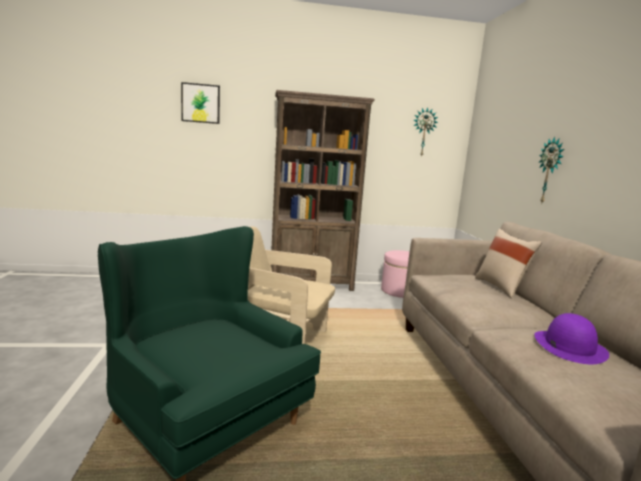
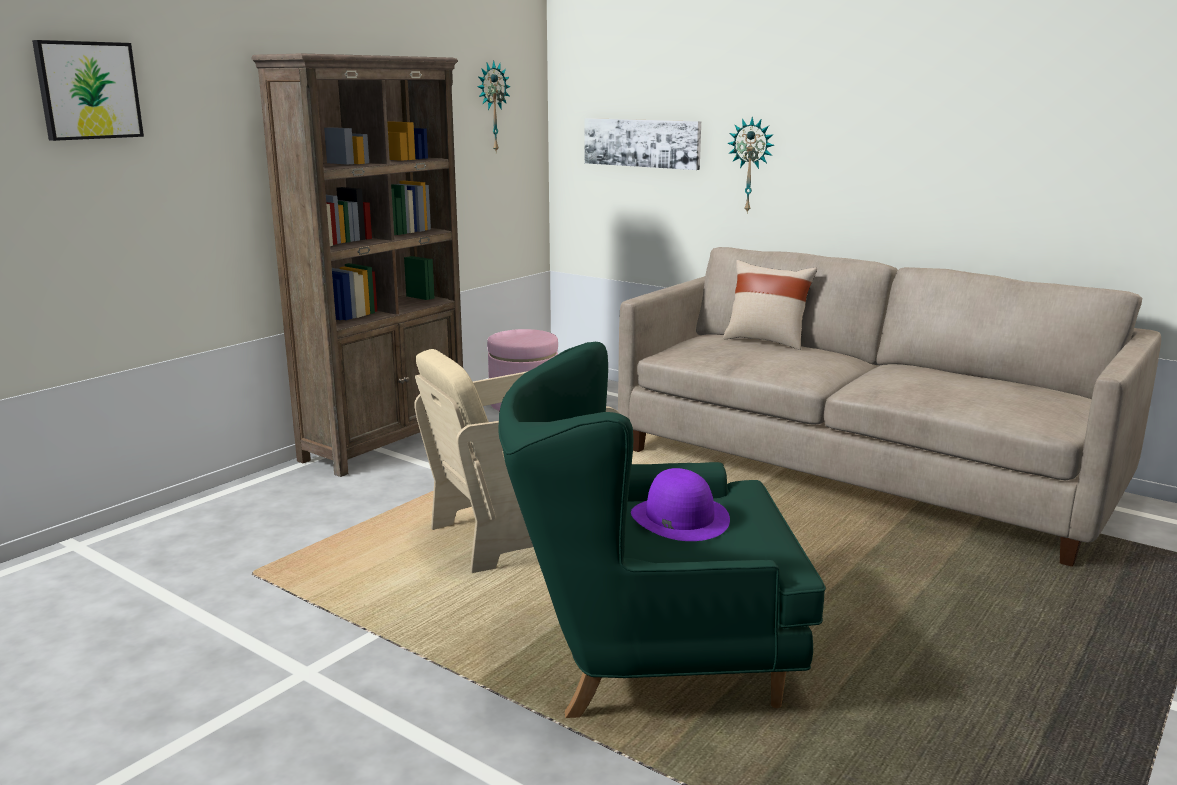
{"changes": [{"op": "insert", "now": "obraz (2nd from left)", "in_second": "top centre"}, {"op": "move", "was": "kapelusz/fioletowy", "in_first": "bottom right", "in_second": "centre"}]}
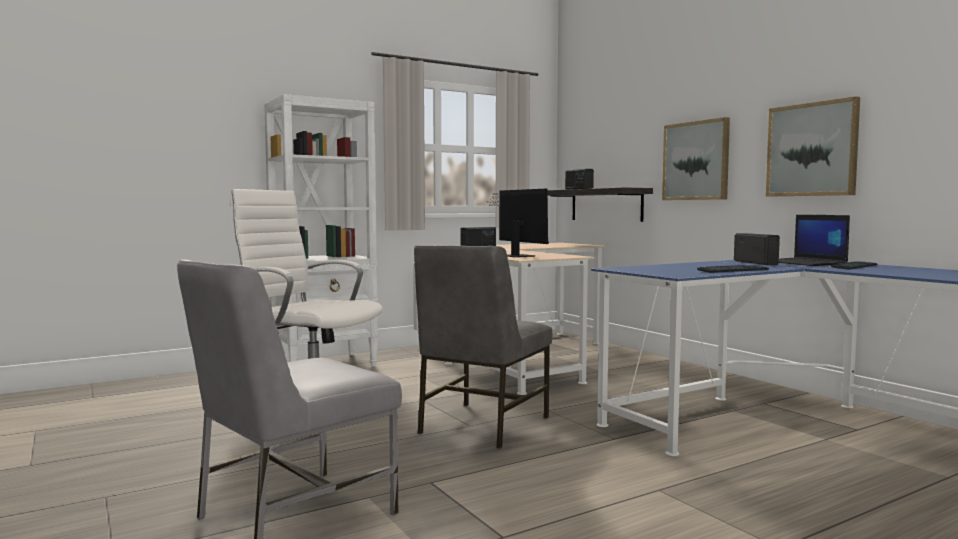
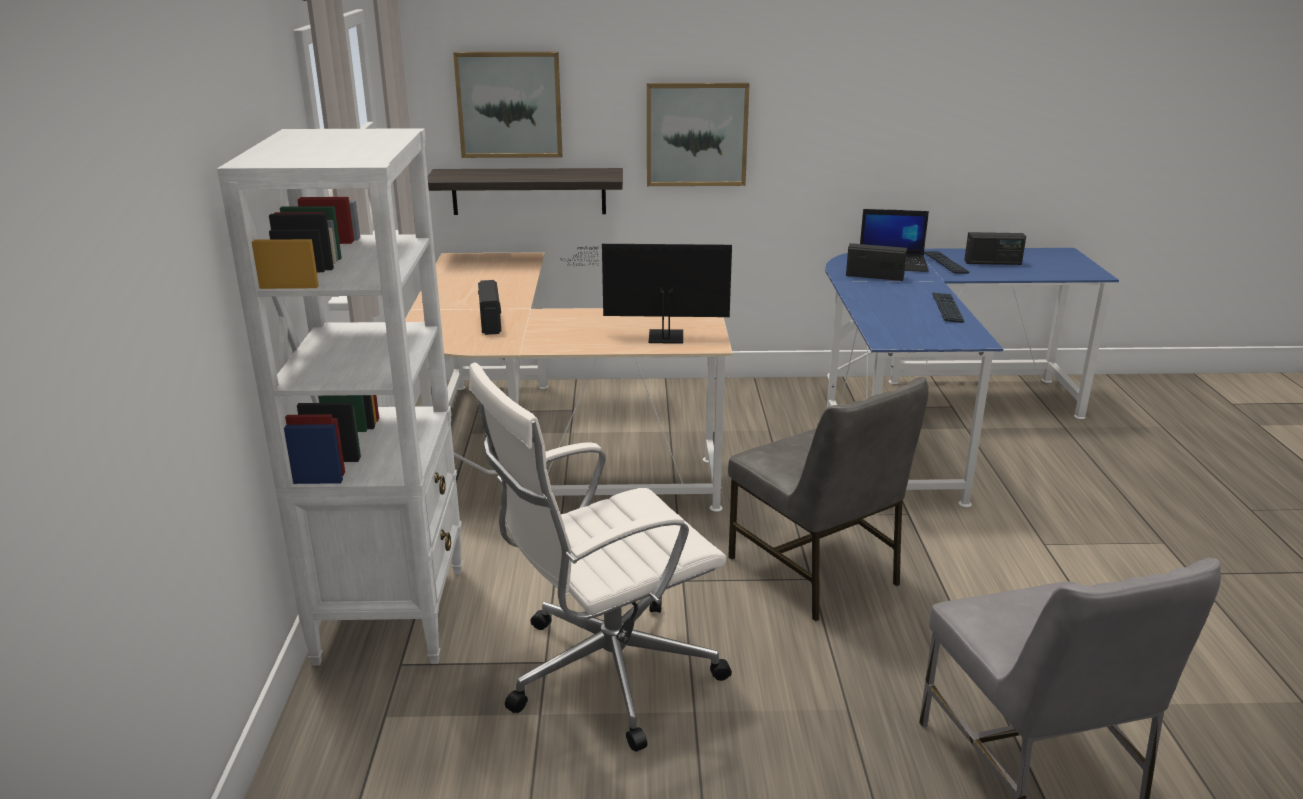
{"changes": [{"op": "move", "was": "obraz (2nd from left in the first image)", "now": "obraz (1st from left)", "in_first": "top right", "in_second": "top centre"}, {"op": "move", "was": "radio (2nd from left in the first image)", "now": "radio (3rd from left)", "in_first": "top centre", "in_second": "top right"}]}
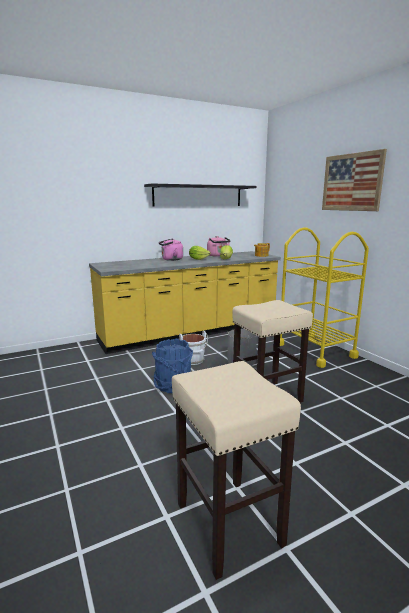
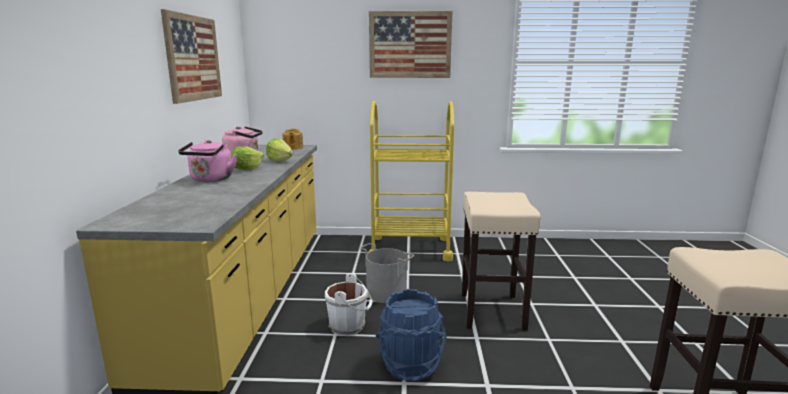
{"changes": [{"op": "replace", "was": "półka/czarny", "now": "obraz (1st from left)", "in_first": "top centre", "in_second": "top left"}]}
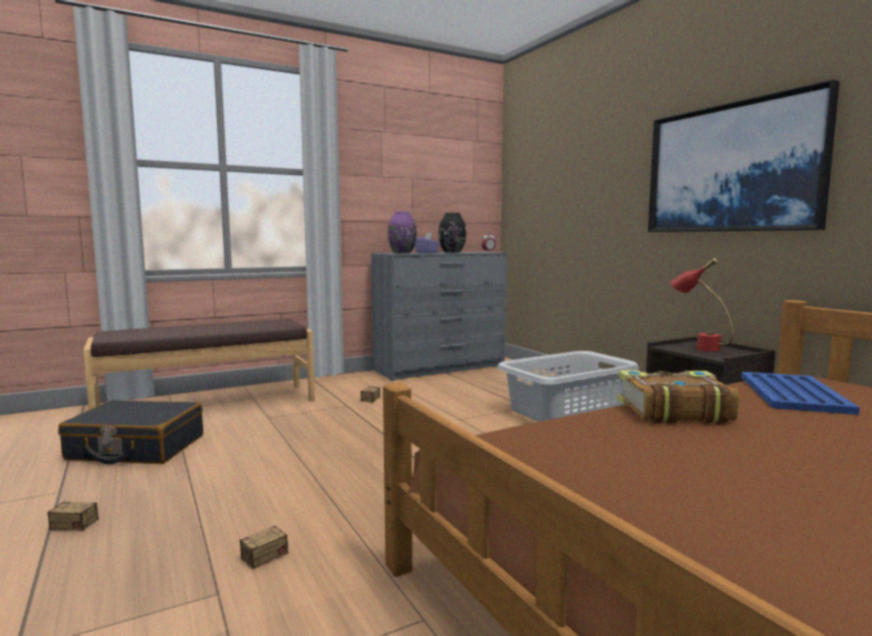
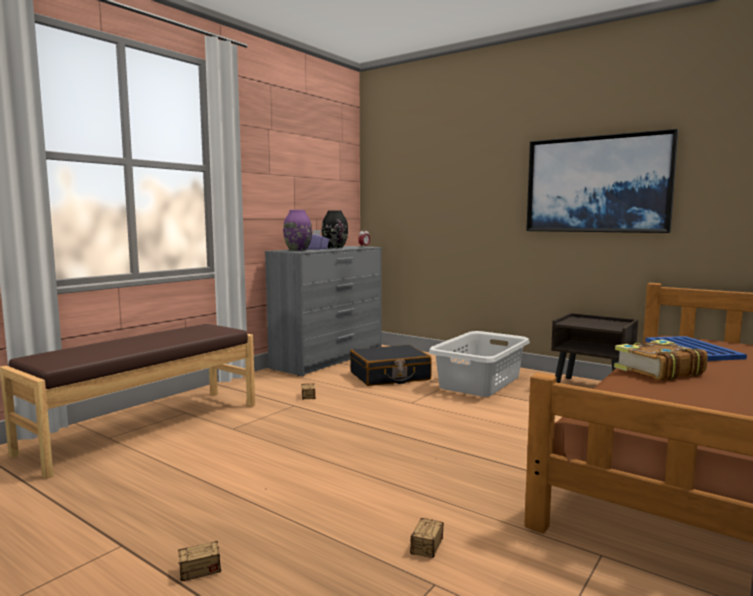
{"changes": [{"op": "move", "was": "walizka/czarny", "in_first": "bottom left", "in_second": "centre"}, {"op": "delete", "was": "lampa stołowa/czerwony", "in_first": "middle right"}]}
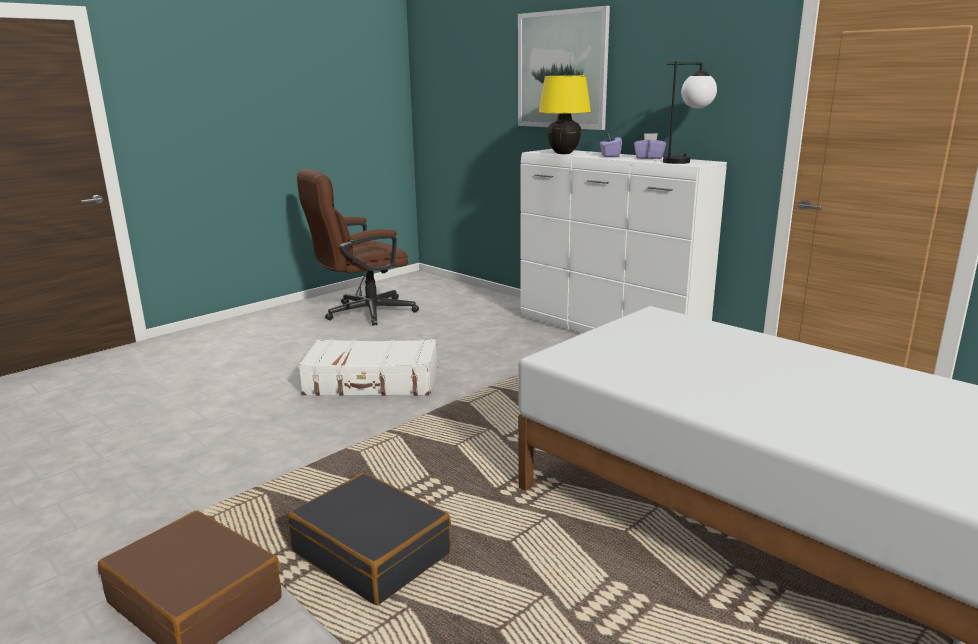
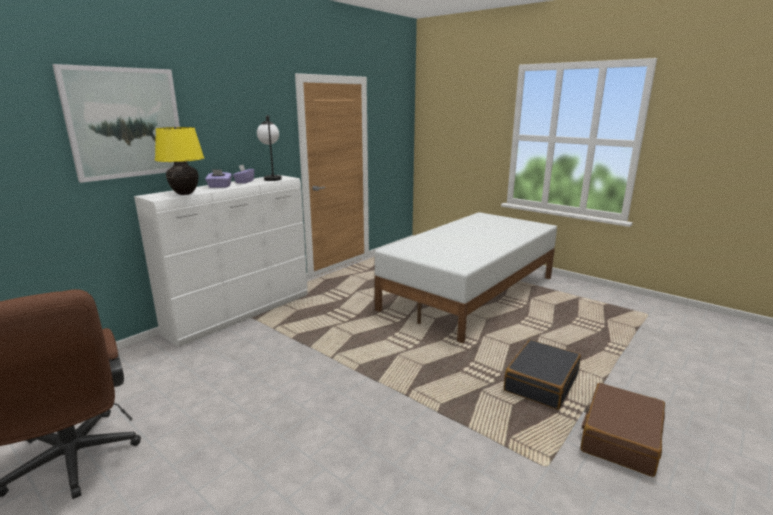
{"changes": [{"op": "delete", "was": "walizka/biały", "in_first": "centre"}]}
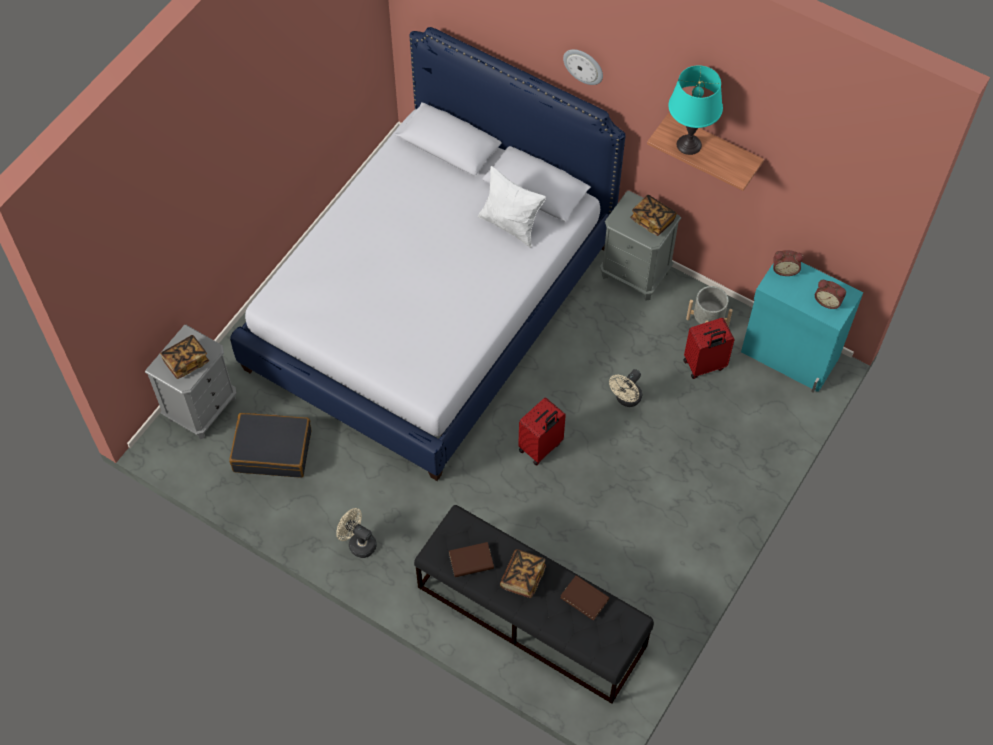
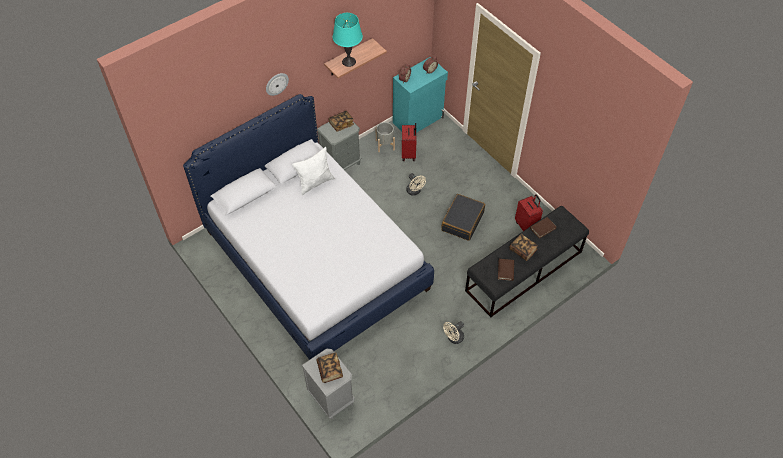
{"changes": [{"op": "move", "was": "walizka/czarny", "in_first": "middle left", "in_second": "centre"}, {"op": "move", "was": "walizka/czerwony (1st from left in the first image)", "now": "walizka/czerwony (2nd from left)", "in_first": "centre", "in_second": "middle right"}]}
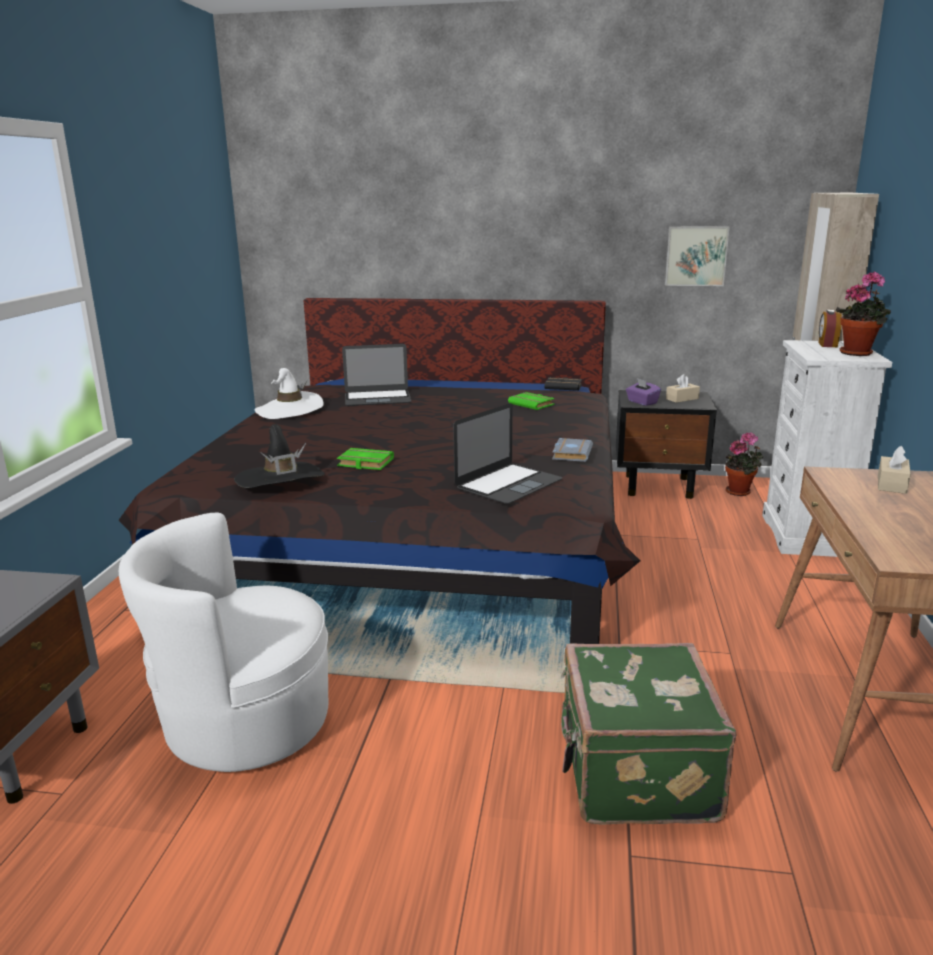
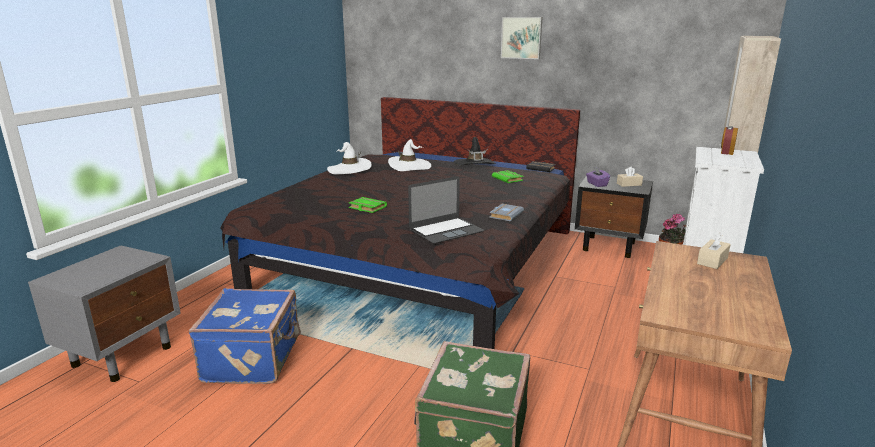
{"changes": [{"op": "replace", "was": "fotel/biały", "now": "walizka/niebieski", "in_first": "bottom left", "in_second": "bottom left"}, {"op": "replace", "was": "laptop (1st from left)", "now": "kapelusz/biały (2nd from left)", "in_first": "centre", "in_second": "centre"}, {"op": "move", "was": "kapelusz/czarny", "in_first": "middle left", "in_second": "centre"}, {"op": "move", "was": "obraz", "in_first": "top right", "in_second": "top centre"}, {"op": "delete", "was": "roślina doniczkowa (2nd from left)", "in_first": "top right"}]}
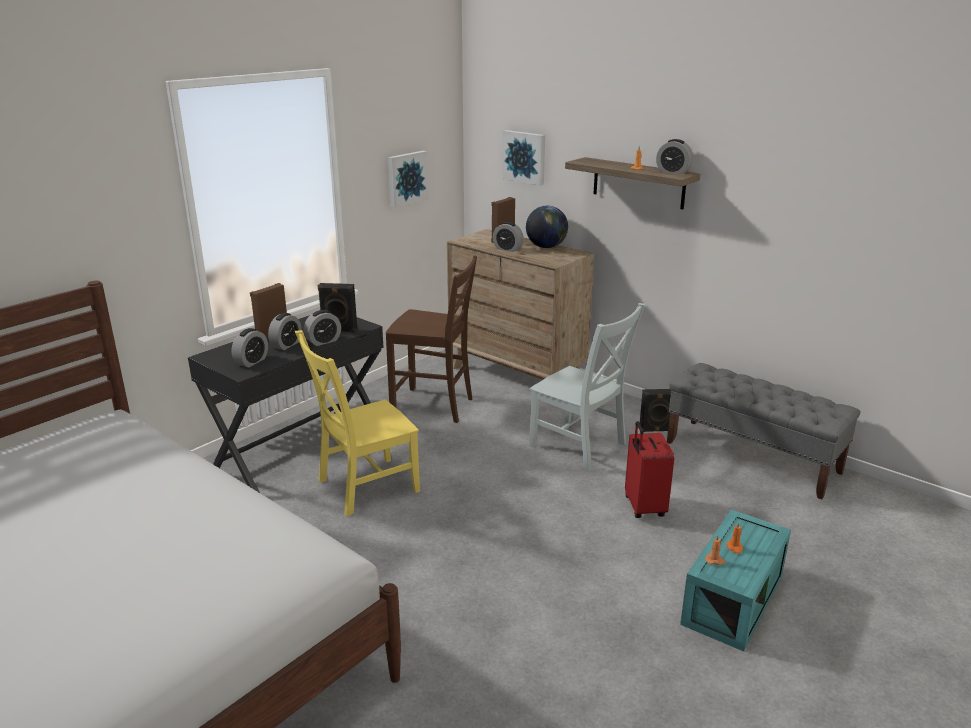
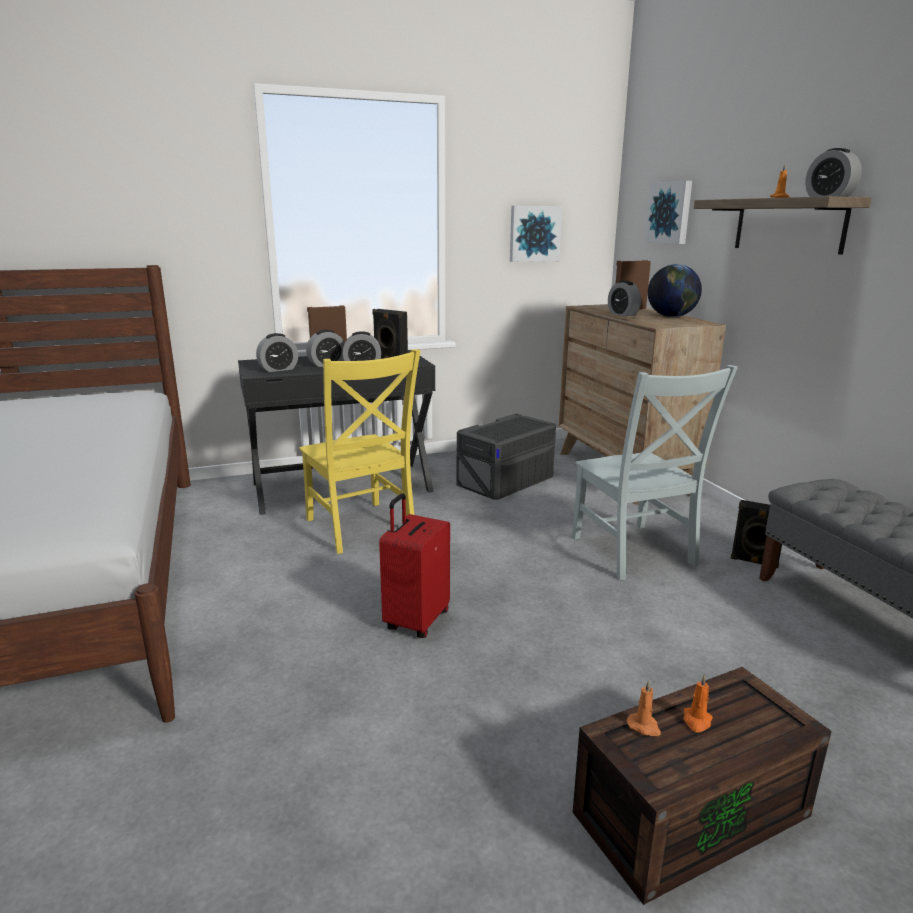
{"changes": [{"op": "rotate", "was": "krzesło/żółty", "in_first": "centre", "in_second": "centre", "clockwise": -120}, {"op": "move", "was": "walizka/czerwony", "in_first": "middle right", "in_second": "centre"}, {"op": "replace", "was": "krzesło/brązowy", "now": "pojemnik do przechowywania/szary", "in_first": "centre", "in_second": "centre"}, {"op": "recolor", "was": "pojemnik do przechowywania/turkusowy", "now": "pojemnik do przechowywania/brązowy", "in_first": "bottom right", "in_second": "bottom right"}]}
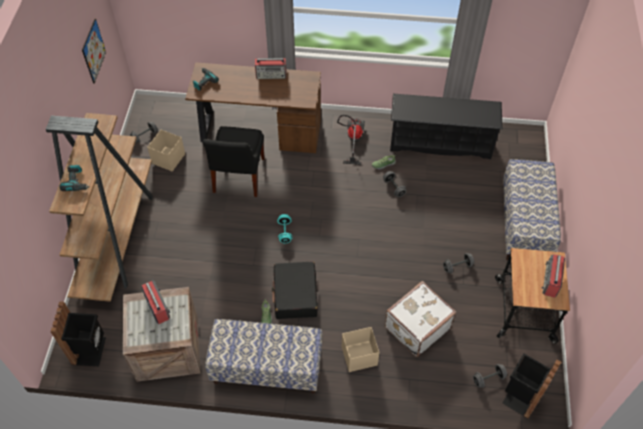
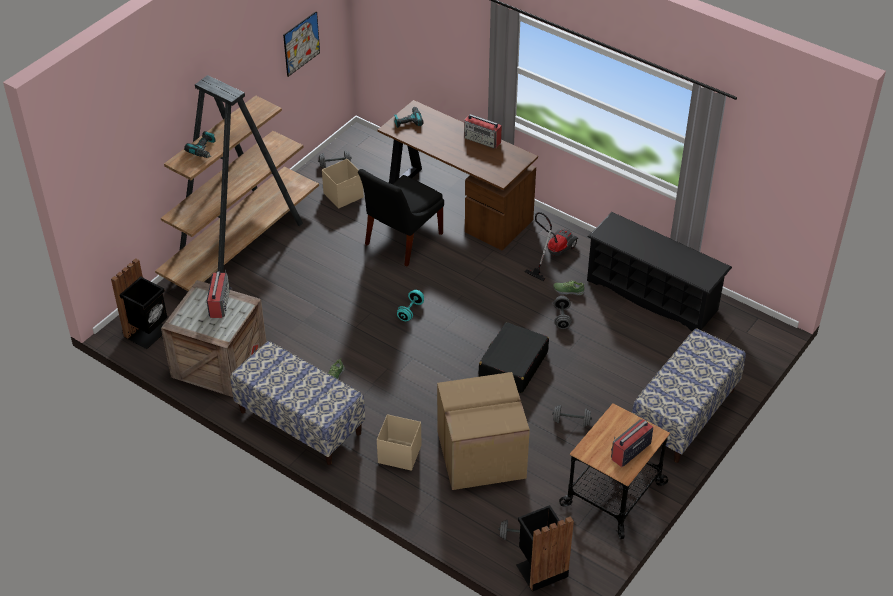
{"changes": [{"op": "replace", "was": "walizka/biały", "now": "karton", "in_first": "bottom centre", "in_second": "bottom centre"}, {"op": "move", "was": "walizka/czarny", "in_first": "bottom centre", "in_second": "centre"}]}
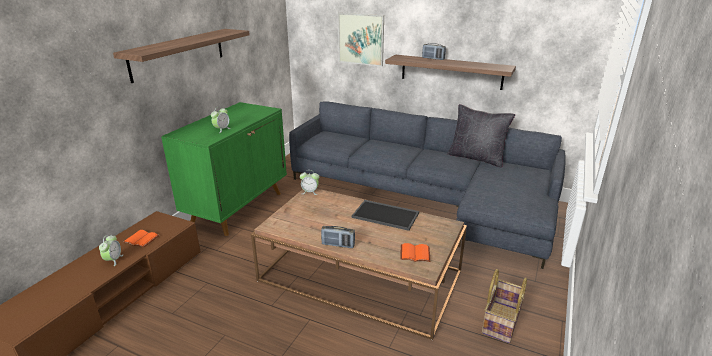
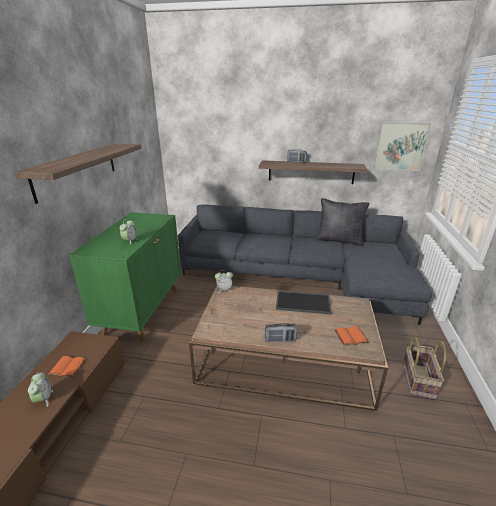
{"changes": [{"op": "move", "was": "obraz", "in_first": "top centre", "in_second": "top right"}]}
